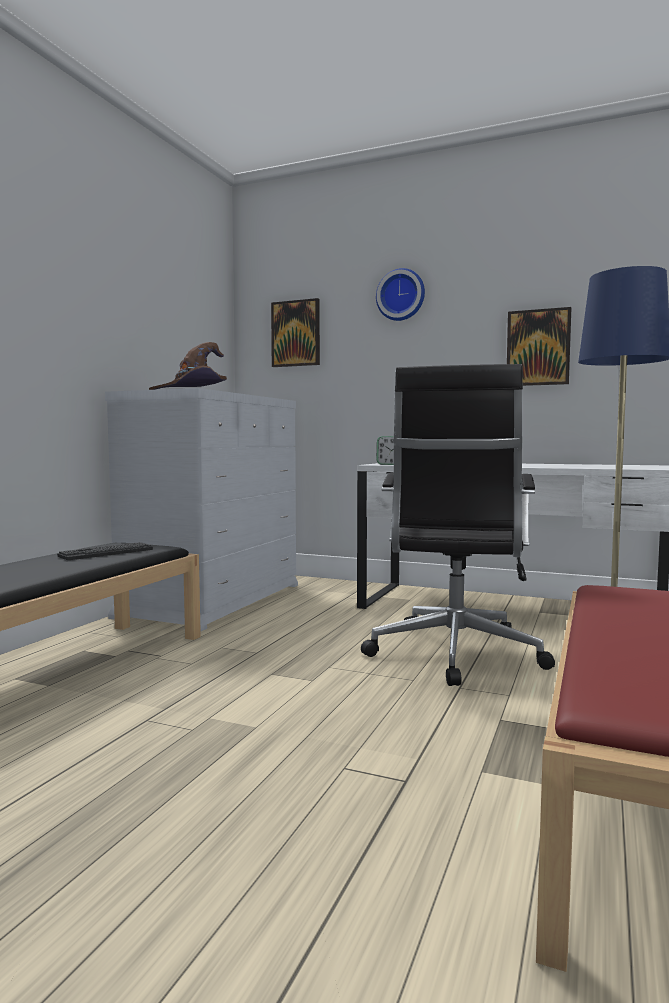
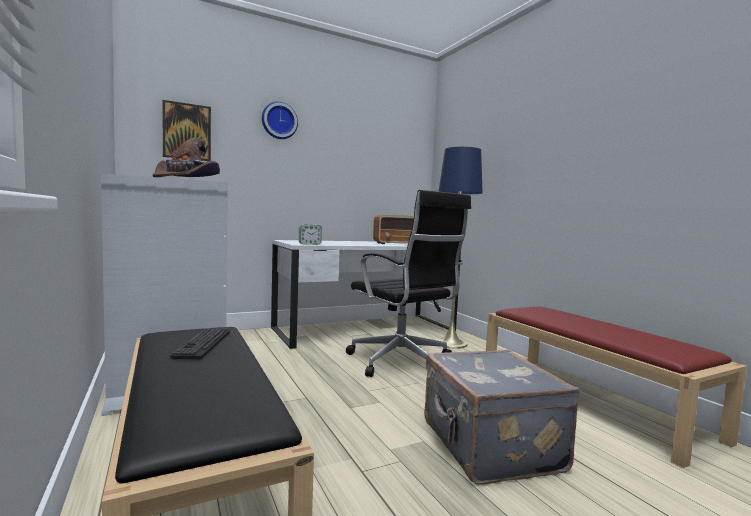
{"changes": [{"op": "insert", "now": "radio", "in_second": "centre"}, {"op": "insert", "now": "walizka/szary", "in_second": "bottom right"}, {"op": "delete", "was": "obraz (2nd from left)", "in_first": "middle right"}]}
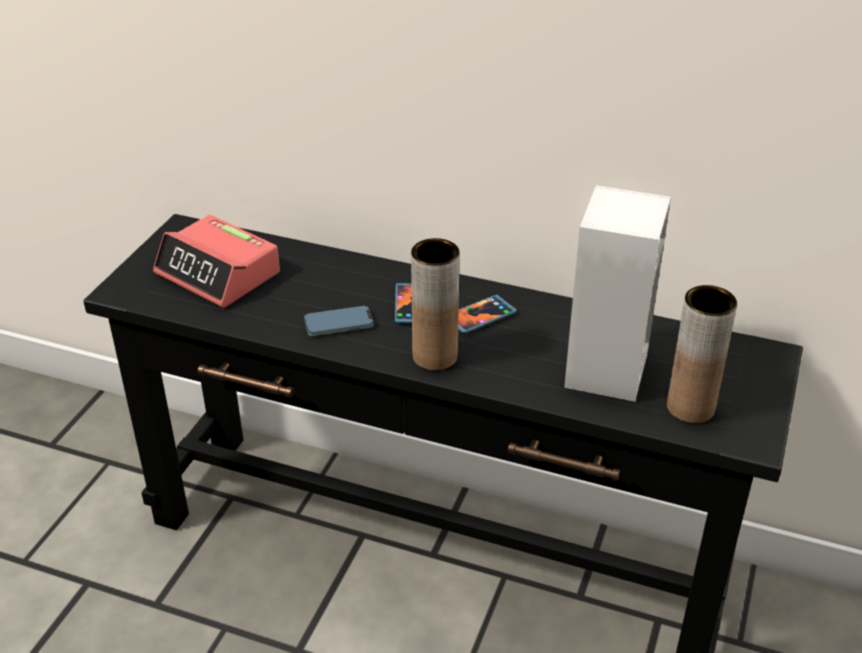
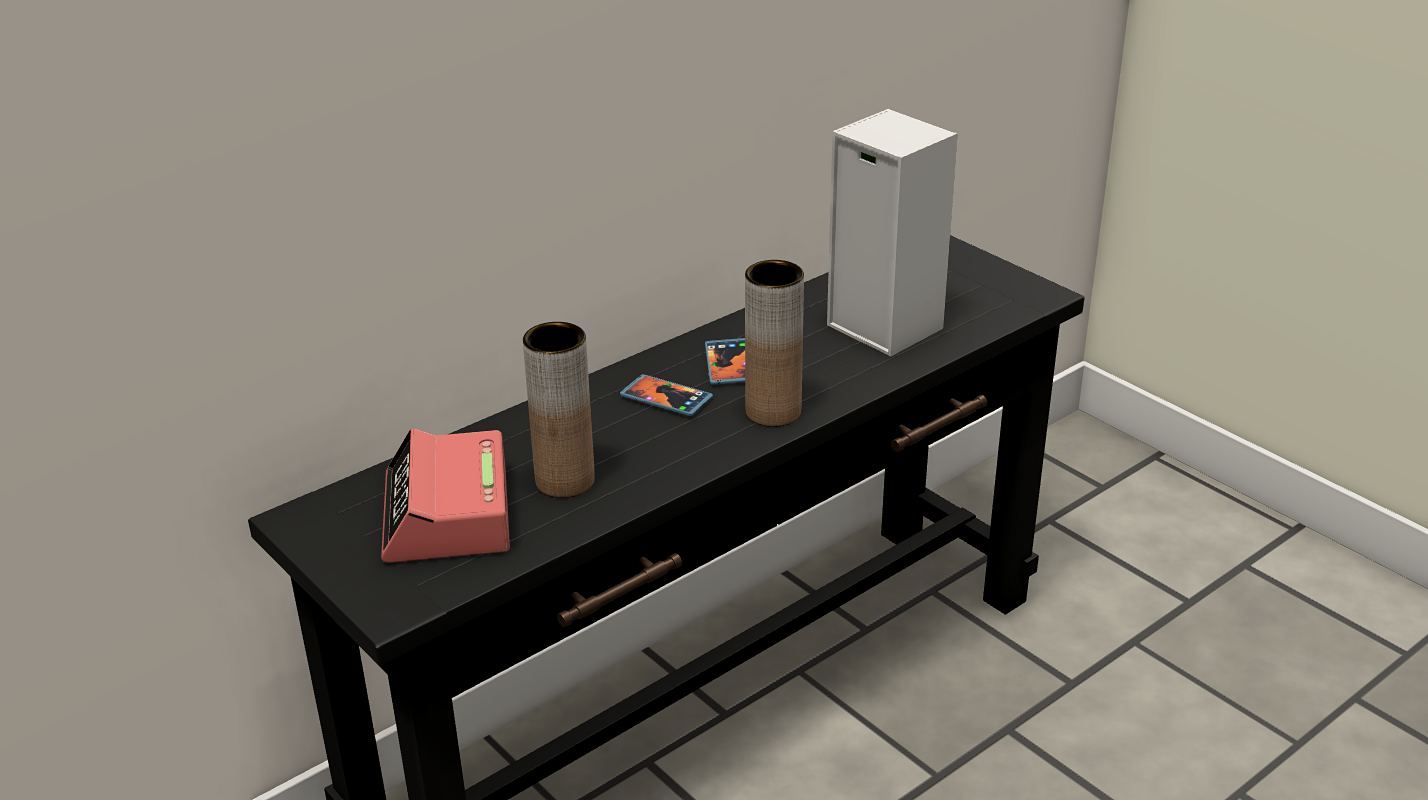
{"changes": [{"op": "rotate", "was": "budzik", "in_first": "middle left", "in_second": "middle left", "clockwise": 105}, {"op": "move", "was": "wazon/brązowy (2nd from left in the first image)", "now": "wazon/brązowy (1st from left)", "in_first": "middle right", "in_second": "centre"}, {"op": "delete", "was": "telefon (1st from left)", "in_first": "centre"}]}
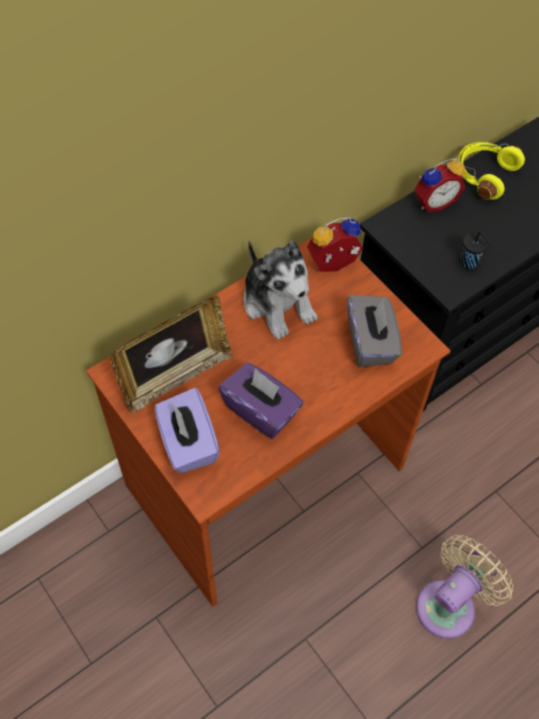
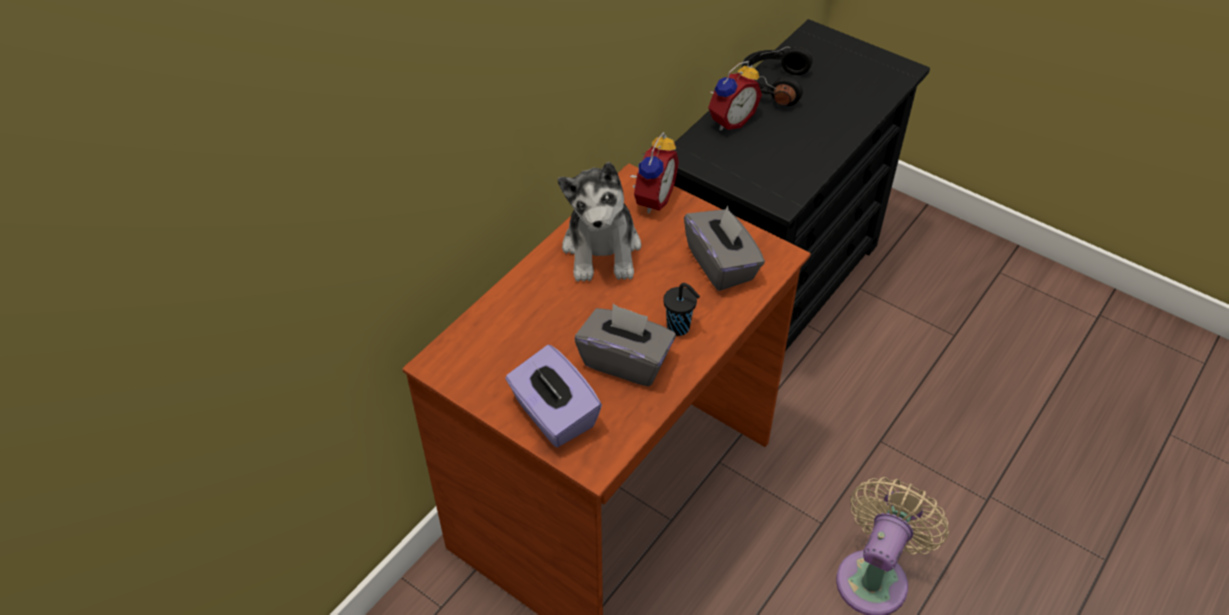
{"changes": [{"op": "rotate", "was": "pluszak", "in_first": "centre", "in_second": "centre", "clockwise": 45}, {"op": "recolor", "was": "pudełko chusteczek/fioletowy (2nd from left)", "now": "pudełko chusteczek/szary (1st from left)", "in_first": "centre", "in_second": "centre"}, {"op": "rotate", "was": "budzik (1st from left)", "in_first": "centre", "in_second": "top centre", "clockwise": 150}, {"op": "move", "was": "filiżanka/czarny", "in_first": "middle right", "in_second": "centre"}, {"op": "recolor", "was": "słuchawki/żółty", "now": "słuchawki/czarny", "in_first": "top right", "in_second": "top centre"}, {"op": "delete", "was": "ramka na zdjęcie", "in_first": "middle left"}]}
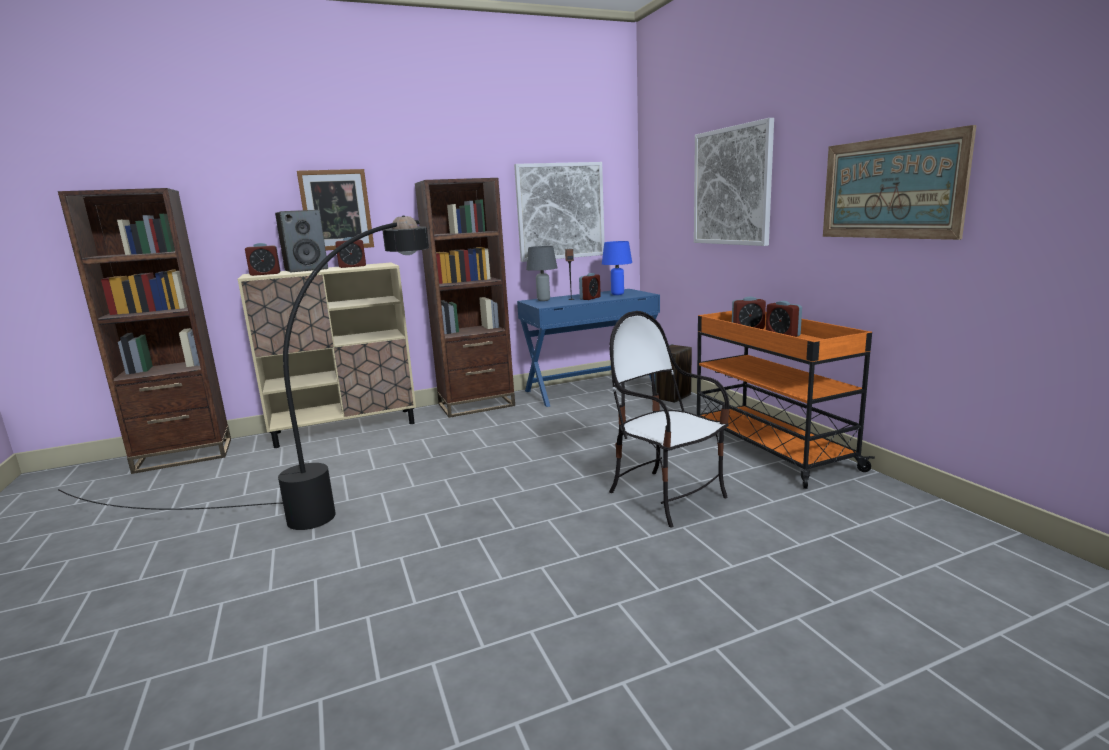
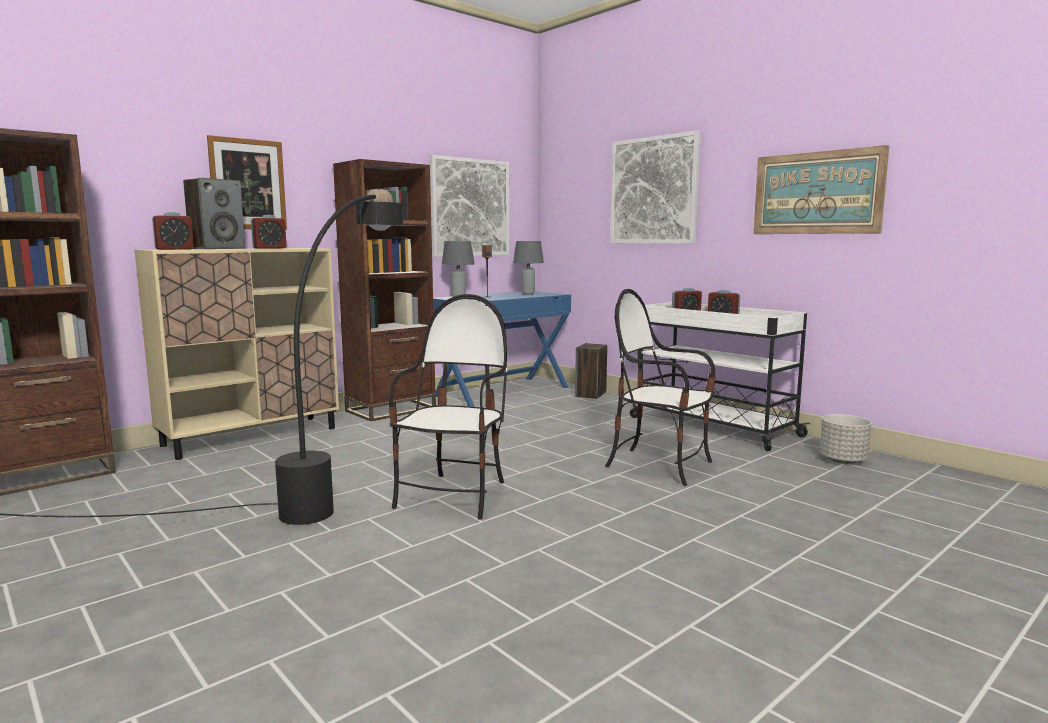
{"changes": [{"op": "insert", "now": "krzesło (1st from left)", "in_second": "centre"}, {"op": "recolor", "was": "lampa stołowa/niebieski", "now": "lampa stołowa/szary (2nd from left)", "in_first": "centre", "in_second": "centre"}, {"op": "recolor", "was": "wózek/pomarańczowy", "now": "wózek/biały", "in_first": "middle right", "in_second": "middle right"}, {"op": "insert", "now": "donica/szary", "in_second": "middle right"}, {"op": "delete", "was": "budzik (3rd from left)", "in_first": "centre"}]}
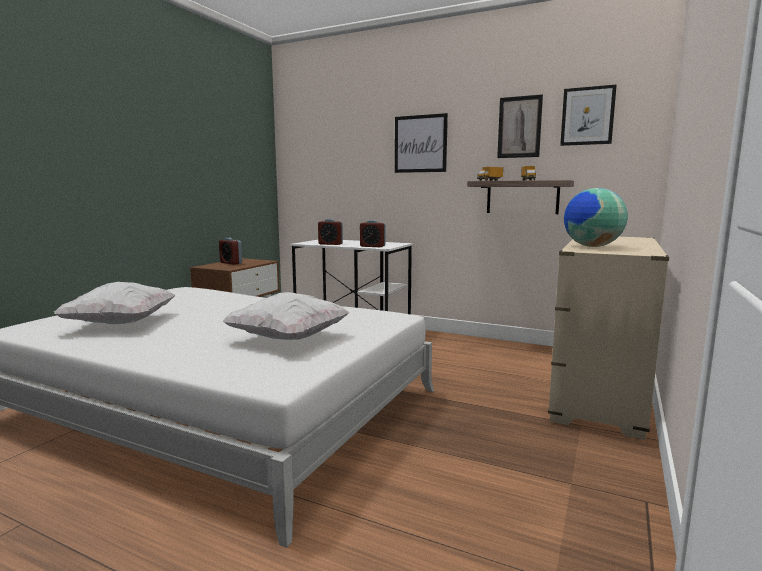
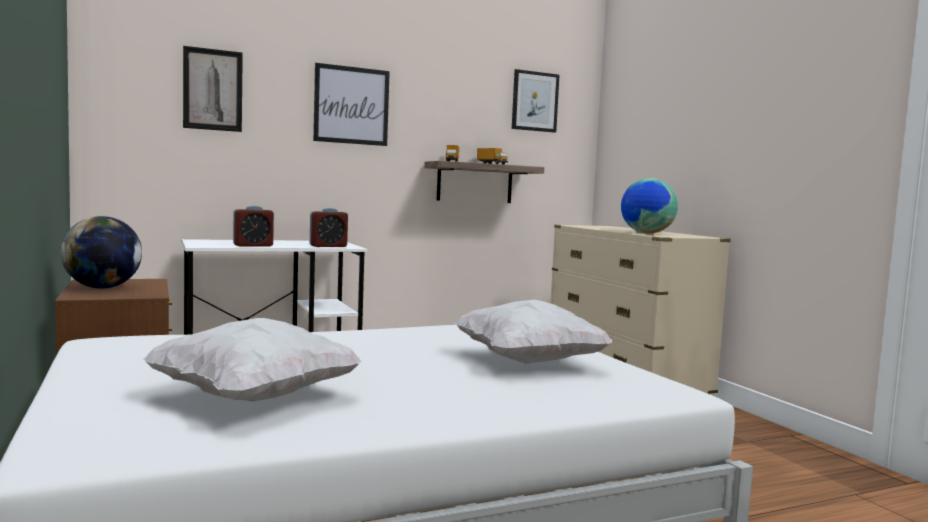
{"changes": [{"op": "replace", "was": "budzik (1st from left)", "now": "globus (1st from left)", "in_first": "middle left", "in_second": "middle left"}, {"op": "move", "was": "obraz (2nd from left in the first image)", "now": "obraz (1st from left)", "in_first": "top right", "in_second": "top left"}]}
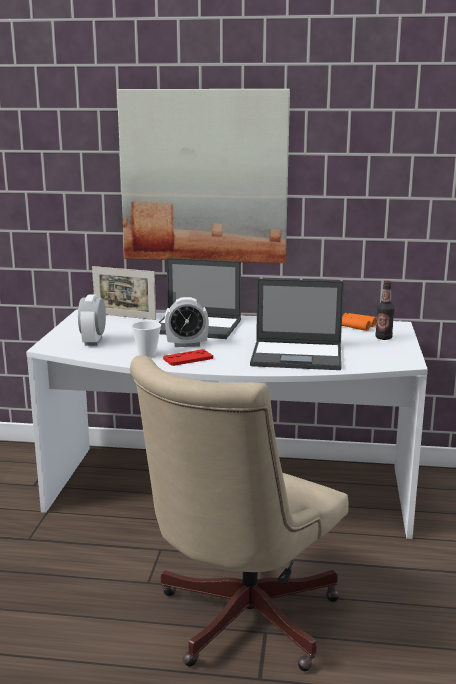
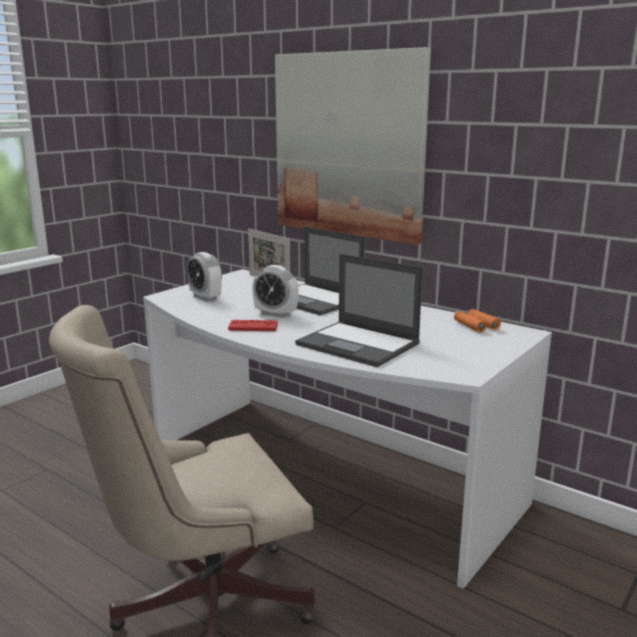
{"changes": [{"op": "rotate", "was": "budzik (1st from left)", "in_first": "middle left", "in_second": "middle left", "clockwise": -75}, {"op": "delete", "was": "filiżanka", "in_first": "middle left"}, {"op": "delete", "was": "butelka", "in_first": "middle right"}]}
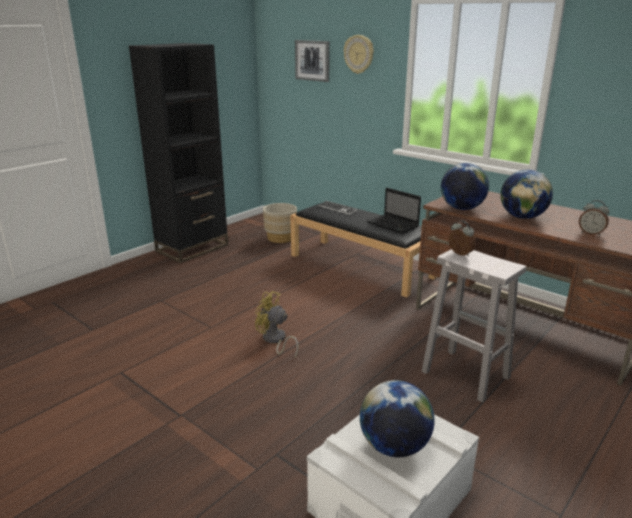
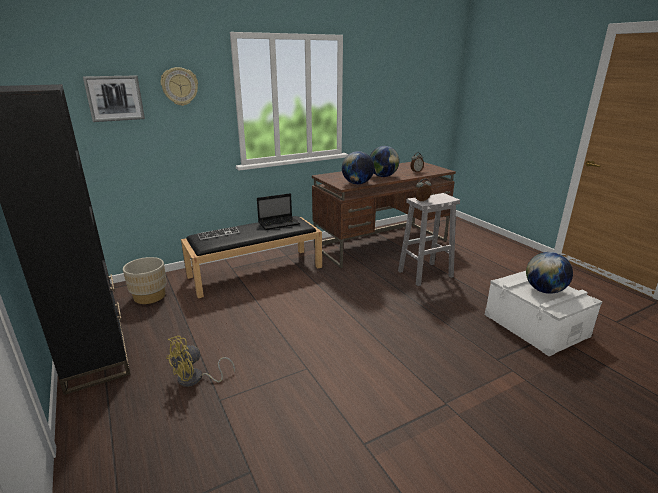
{"changes": [{"op": "move", "was": "wentylator/żółty", "in_first": "centre", "in_second": "bottom left"}]}
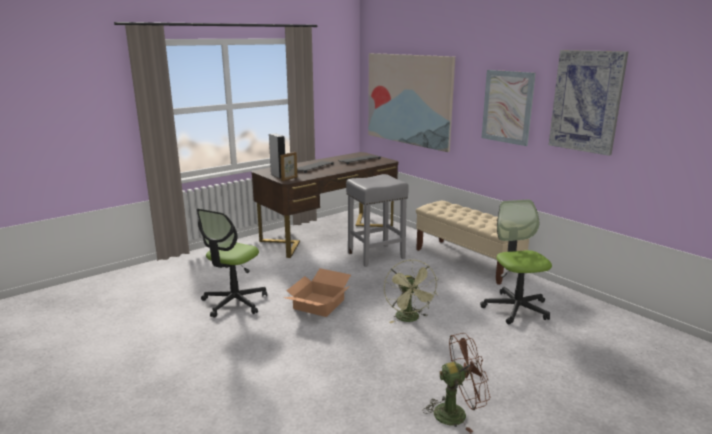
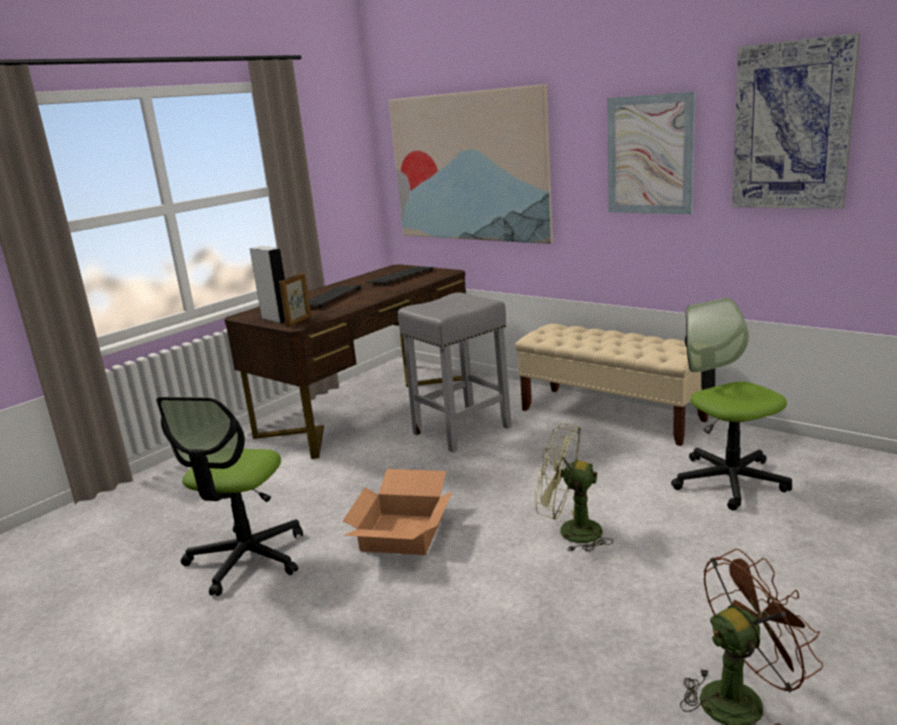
{"changes": [{"op": "rotate", "was": "wentylator/zielony", "in_first": "bottom centre", "in_second": "bottom centre", "clockwise": 135}]}
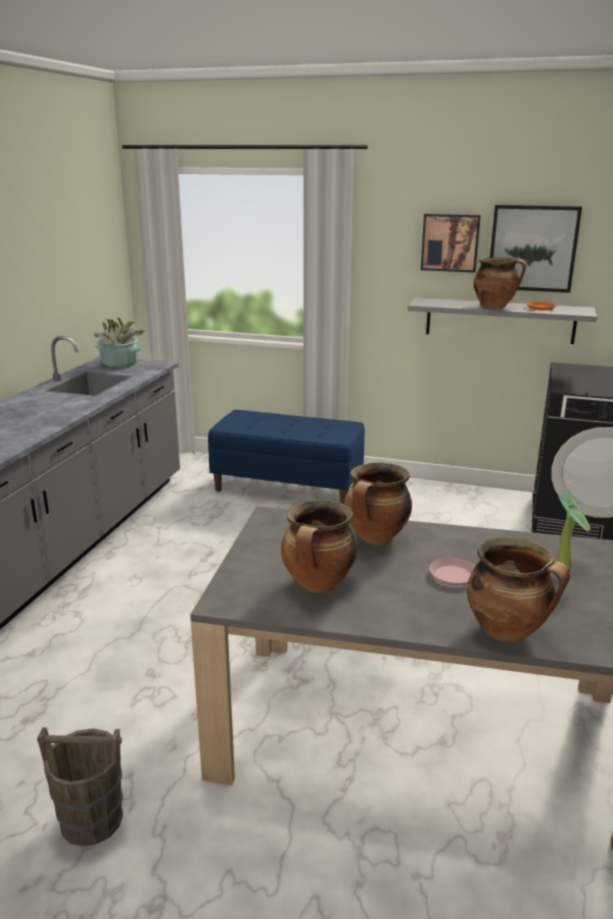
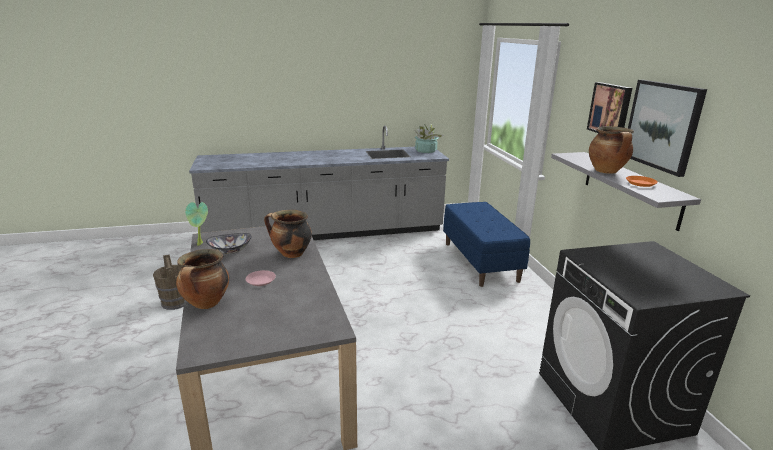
{"changes": [{"op": "move", "was": "roślina doniczkowa (2nd from left in the first image)", "now": "roślina doniczkowa (1st from left)", "in_first": "middle right", "in_second": "middle left"}, {"op": "replace", "was": "garnek (1st from left)", "now": "miska", "in_first": "centre", "in_second": "middle left"}]}
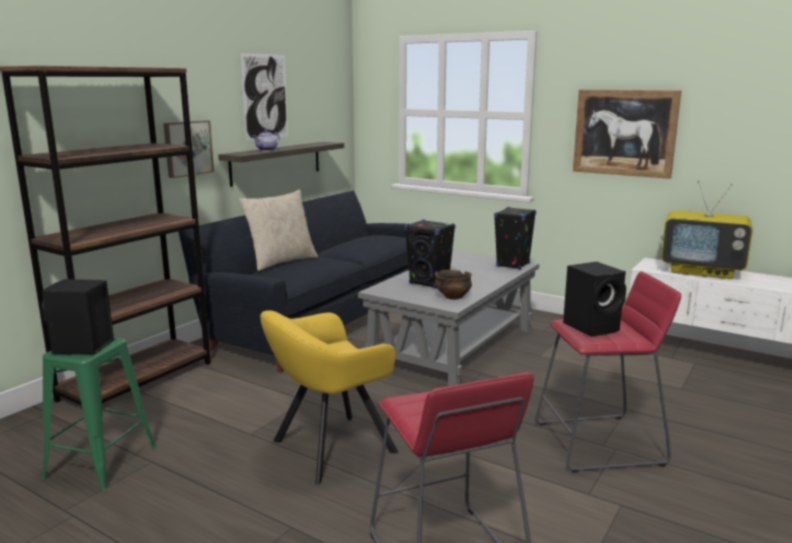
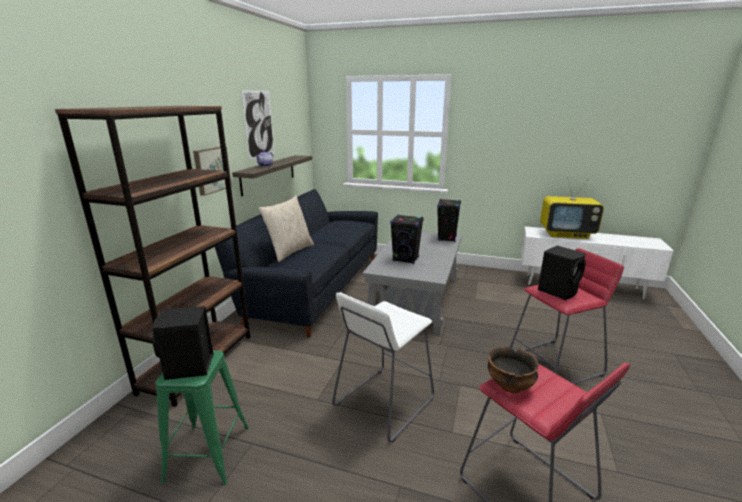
{"changes": [{"op": "replace", "was": "fotel/żółty", "now": "stołek/biały", "in_first": "bottom centre", "in_second": "bottom centre"}, {"op": "move", "was": "miska", "in_first": "centre", "in_second": "bottom right"}, {"op": "delete", "was": "obraz (3rd from left)", "in_first": "top right"}]}
